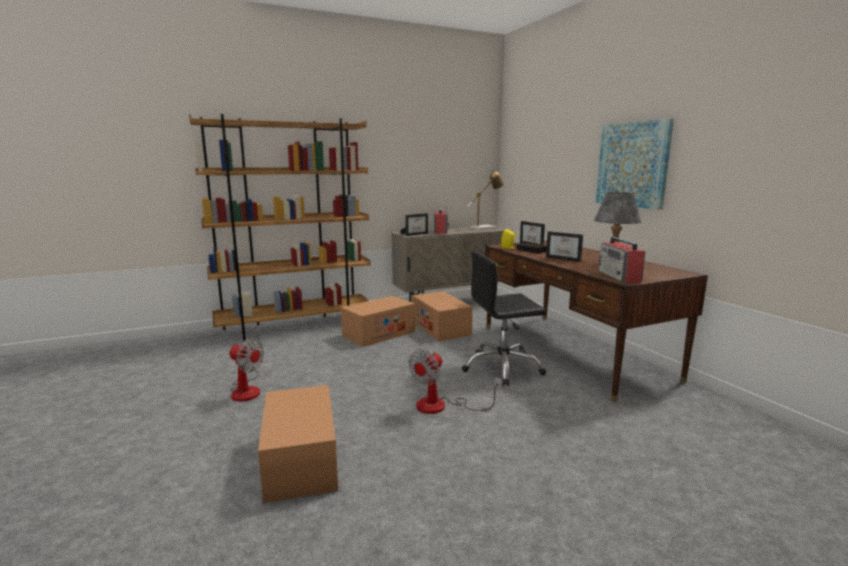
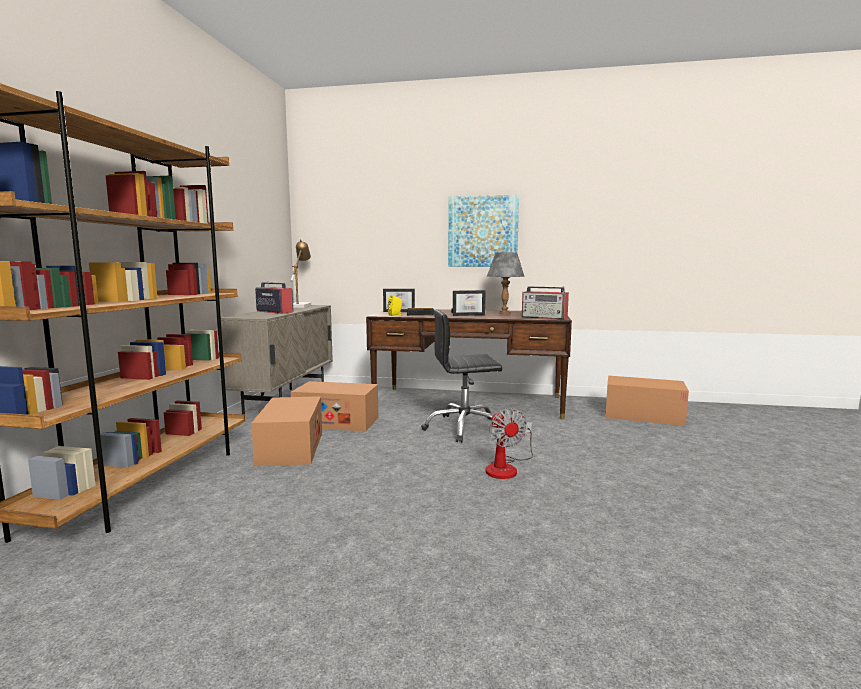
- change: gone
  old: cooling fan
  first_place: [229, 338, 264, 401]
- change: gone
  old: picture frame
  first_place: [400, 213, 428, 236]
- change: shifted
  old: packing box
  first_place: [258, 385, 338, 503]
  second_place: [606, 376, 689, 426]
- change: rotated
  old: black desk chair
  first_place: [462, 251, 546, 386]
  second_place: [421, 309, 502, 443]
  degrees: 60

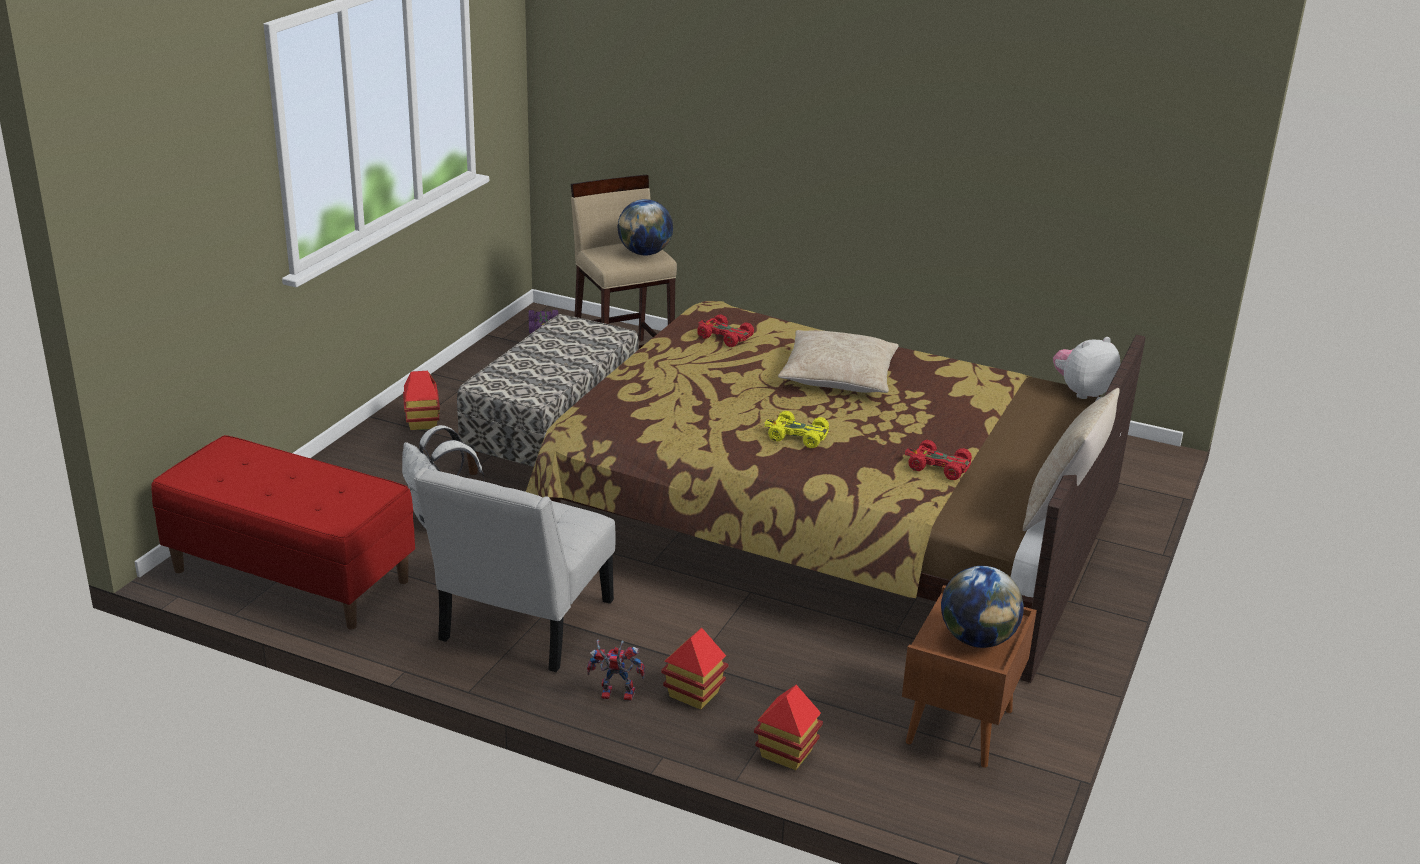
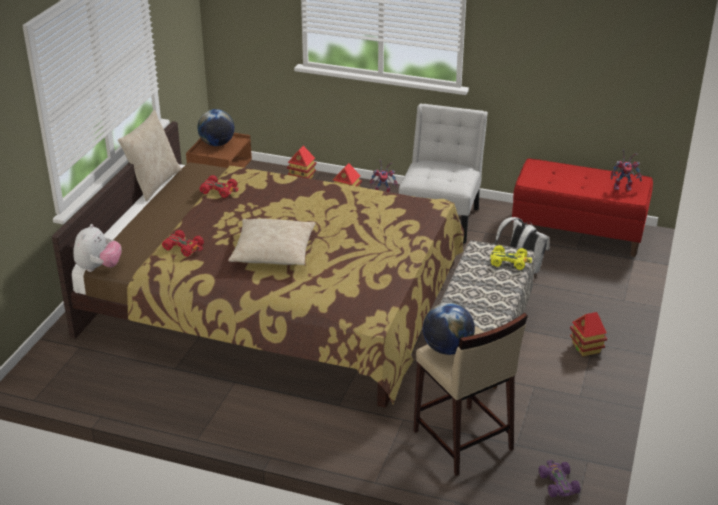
- change: new
  new: model robot
  second_place: [611, 150, 642, 191]
- change: shifted
  old: red model car
  first_place: [697, 314, 754, 347]
  second_place: [162, 230, 204, 257]
- change: shifted
  old: yellow-coloured model car
  first_place: [764, 411, 829, 448]
  second_place: [490, 245, 532, 270]
- change: rotated
  old: soft toy
  first_place: [1053, 337, 1120, 399]
  second_place: [73, 224, 122, 272]
  degrees: -45

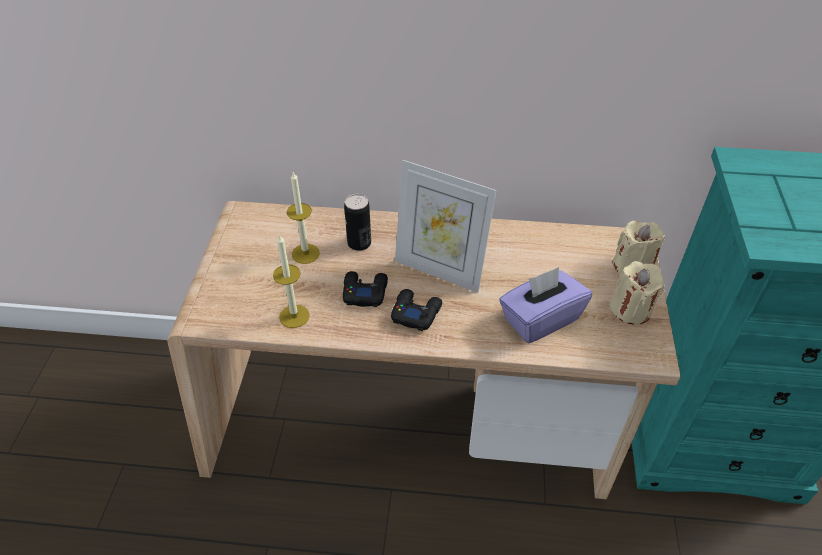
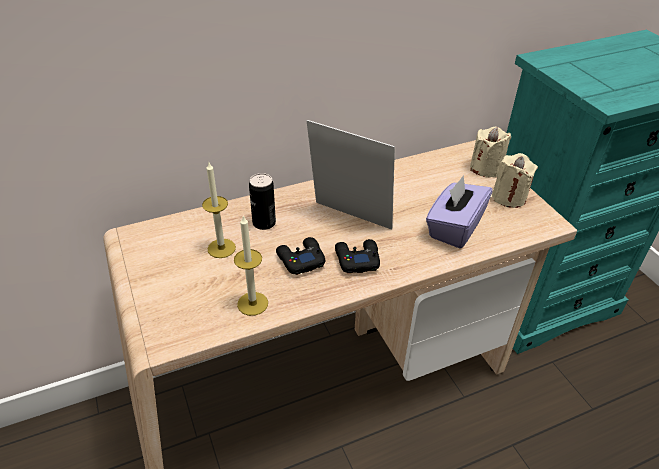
- change: rotated
  old: picture frame
  first_place: [395, 160, 496, 293]
  second_place: [306, 120, 395, 230]
  degrees: -150

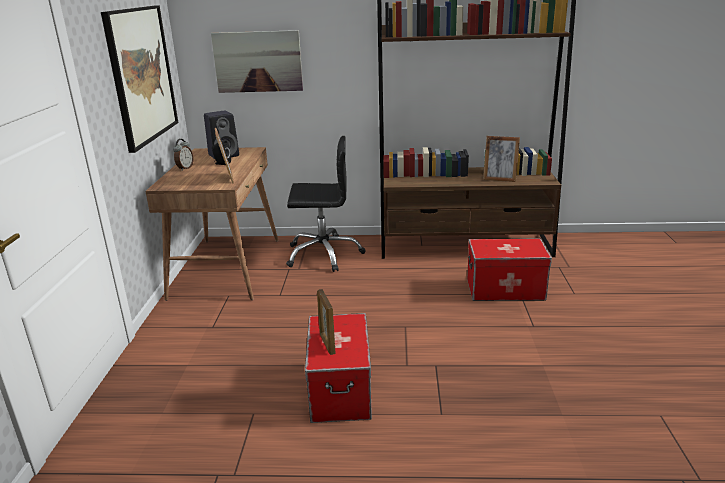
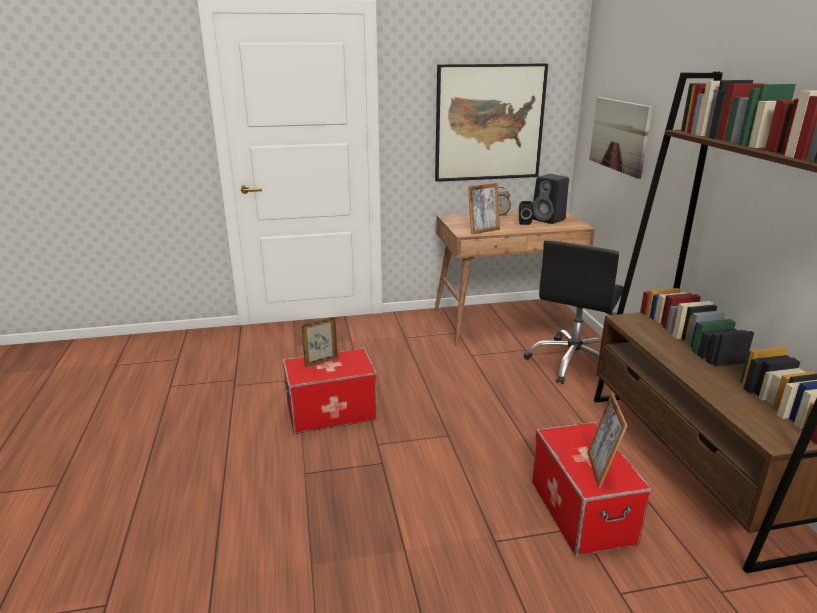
- change: shifted
  old: picture frame
  first_place: [483, 136, 520, 182]
  second_place: [587, 393, 627, 488]
- change: rotated
  old: black desk chair
  first_place: [286, 136, 365, 272]
  second_place: [524, 240, 624, 384]
  degrees: 45

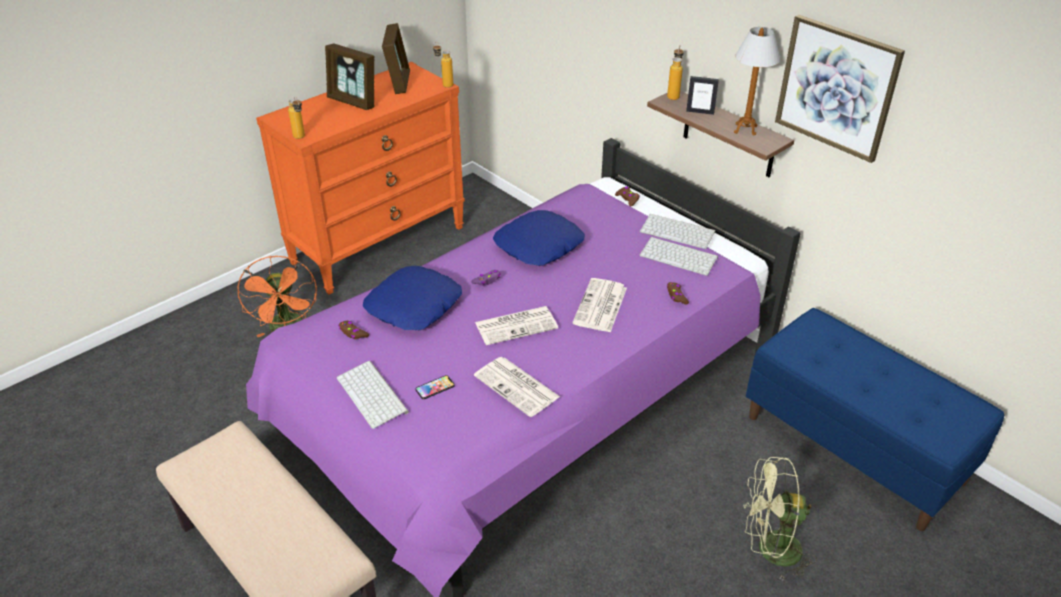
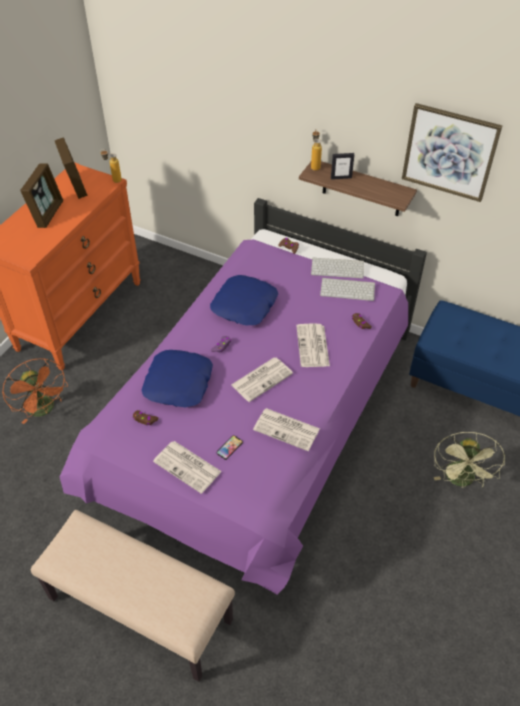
- change: gone
  old: drink bottle
  first_place: [288, 97, 305, 139]
- change: gone
  old: tabletop lamp
  first_place: [734, 27, 780, 135]
- change: swapped
  old: PC keyboard
  new: printed paper
  first_place: [337, 361, 409, 429]
  second_place: [153, 441, 222, 494]
- change: rotated
  old: picture frame
  first_place: [325, 43, 374, 110]
  second_place: [20, 163, 63, 228]
  degrees: -90
- change: rotated
  old: greenish cooling fan
  first_place: [744, 457, 817, 581]
  second_place: [434, 432, 505, 488]
  degrees: -60

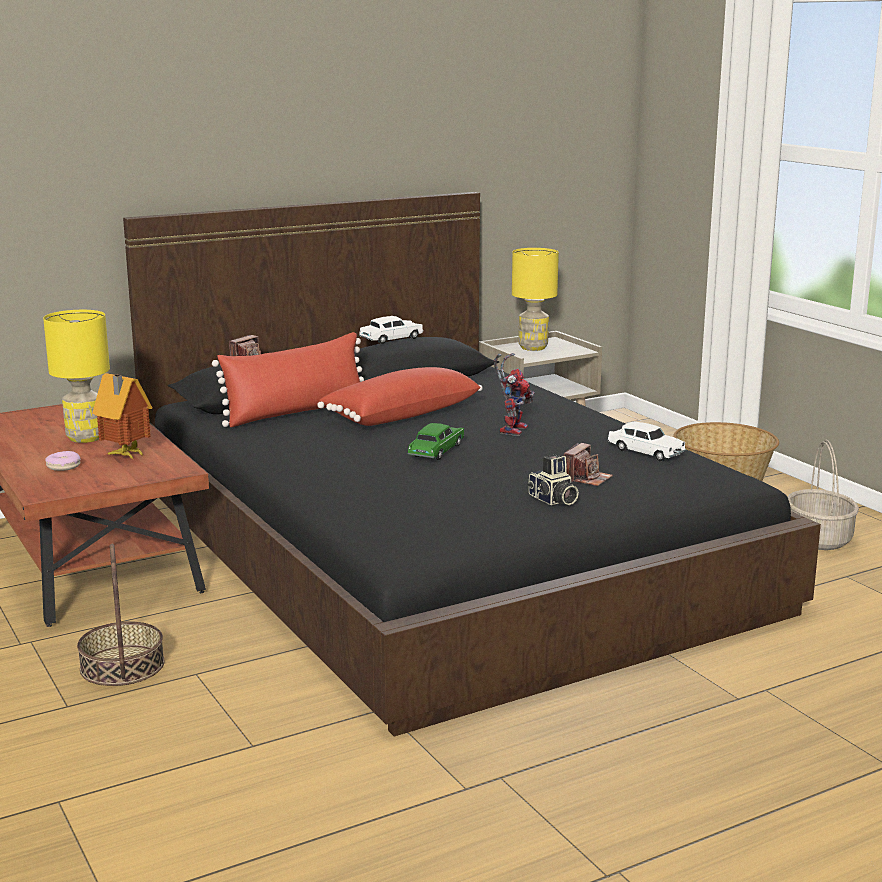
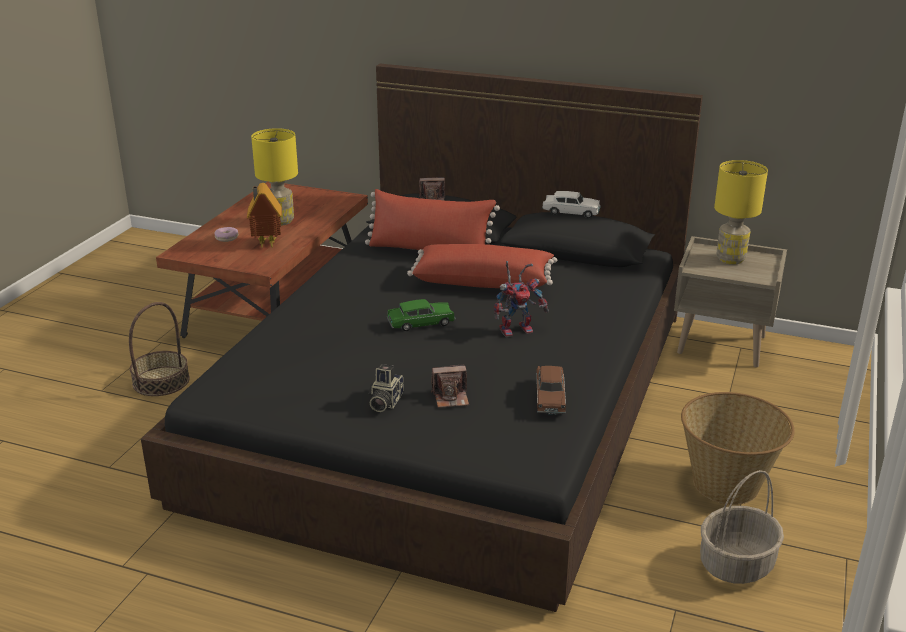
- change: repainted
  old: white model car
  new: brown-coloured model car
  first_place: [607, 422, 686, 461]
  second_place: [536, 366, 566, 415]

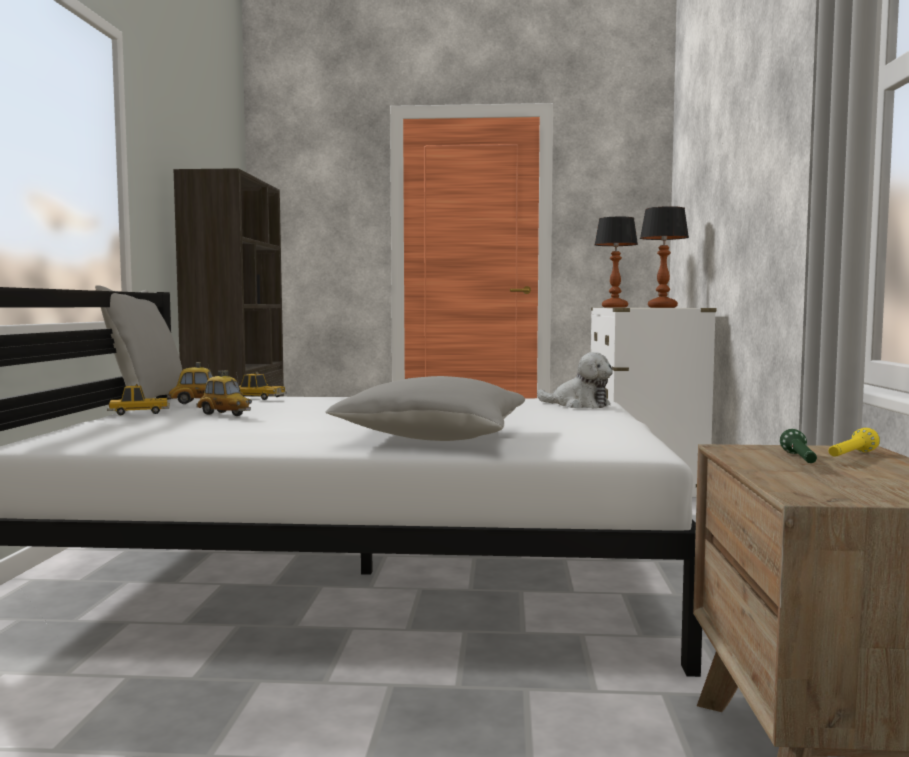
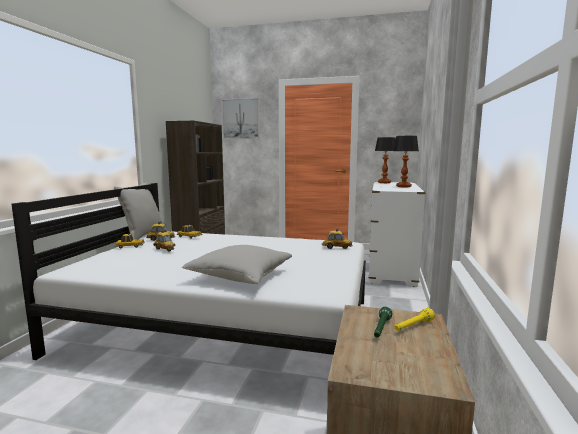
- change: new
  new: picture
  second_place: [221, 98, 260, 139]
- change: swapped
  old: soft toy
  new: model car
  first_place: [537, 352, 612, 408]
  second_place: [322, 228, 353, 249]

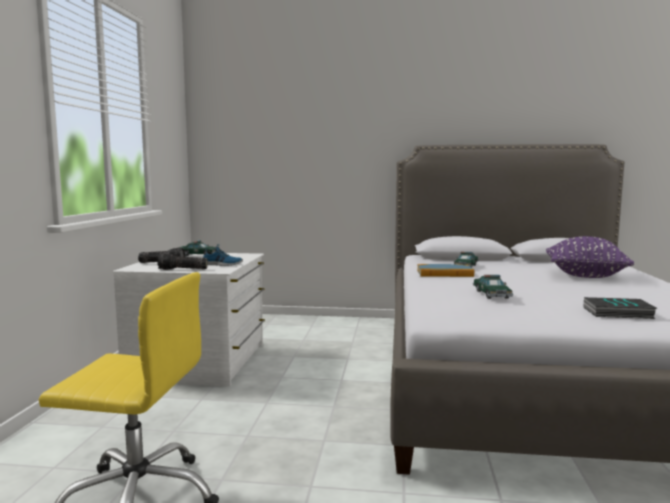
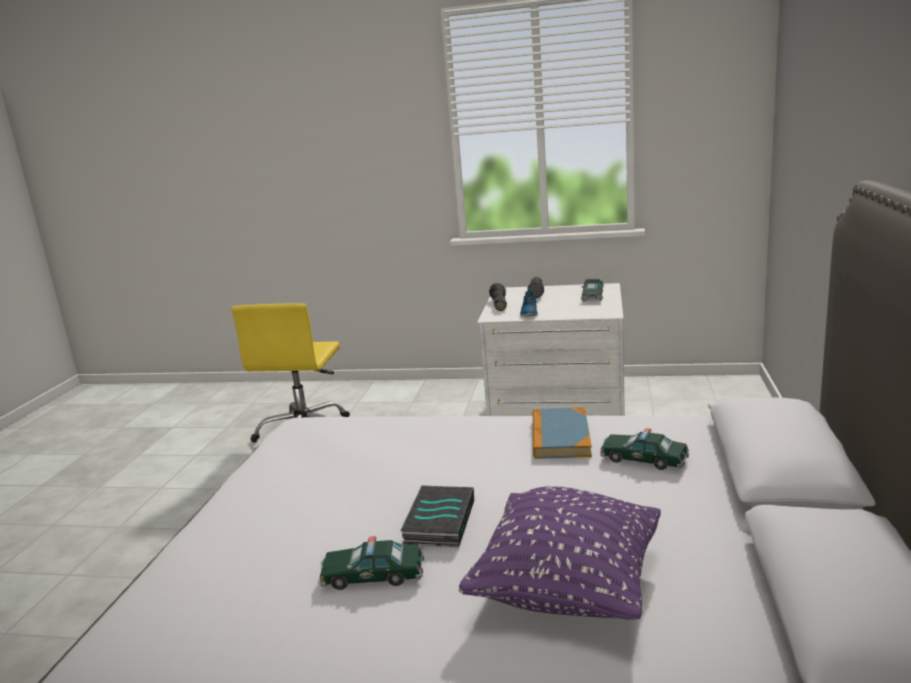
- change: shifted
  old: model car
  first_place: [473, 275, 513, 299]
  second_place: [319, 536, 424, 590]
- change: shifted
  old: bound book
  first_place: [584, 297, 657, 319]
  second_place: [400, 485, 474, 547]

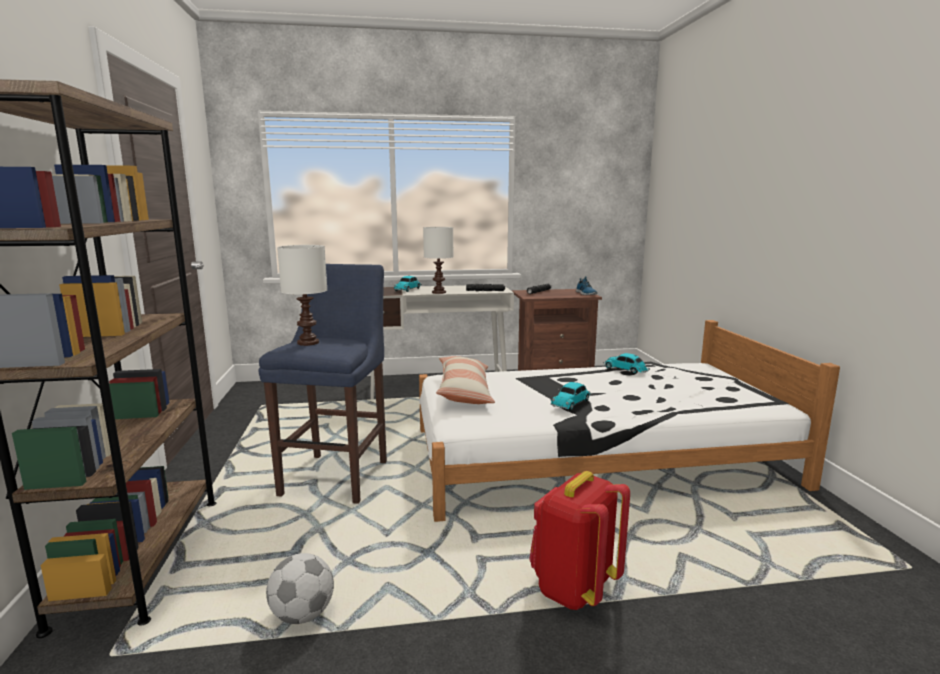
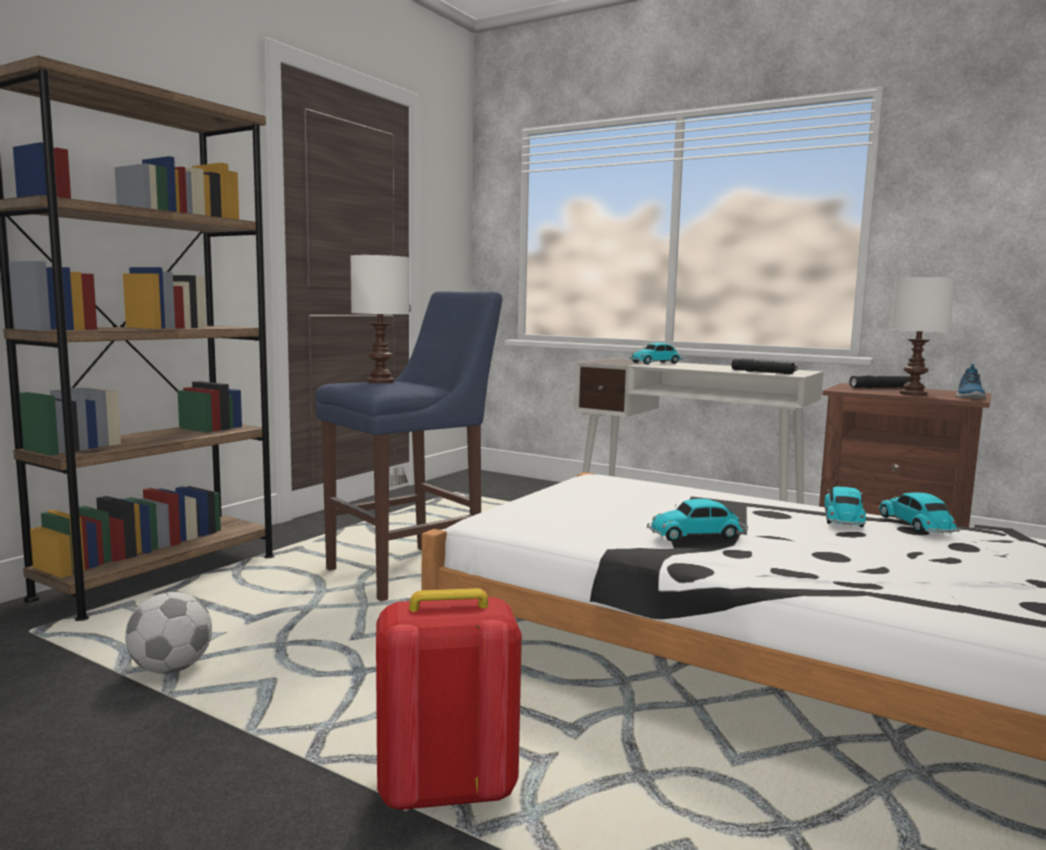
- change: gone
  old: cushion
  first_place: [436, 356, 495, 404]
- change: new
  new: model car
  second_place: [824, 487, 866, 527]
- change: shifted
  old: white tabletop lamp
  first_place: [423, 227, 453, 294]
  second_place: [891, 277, 956, 396]

